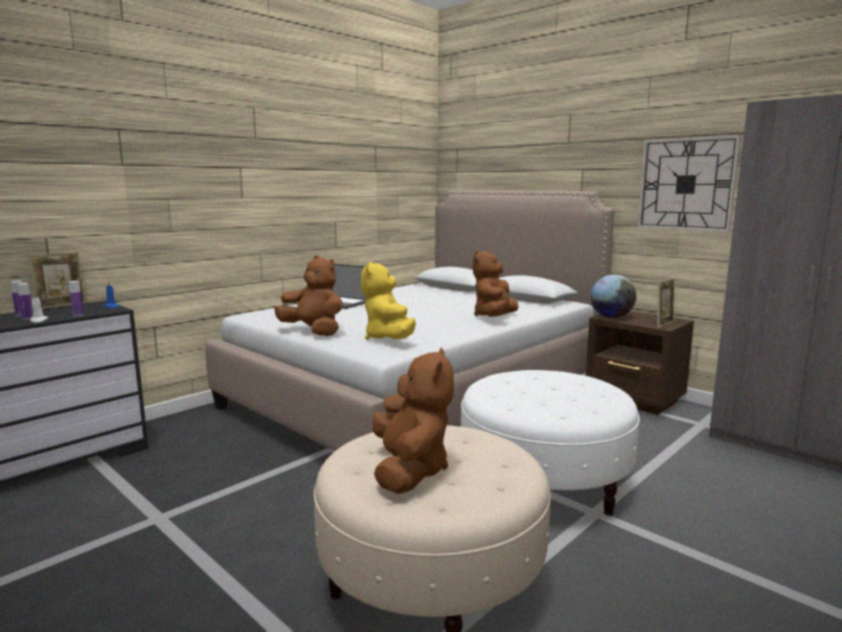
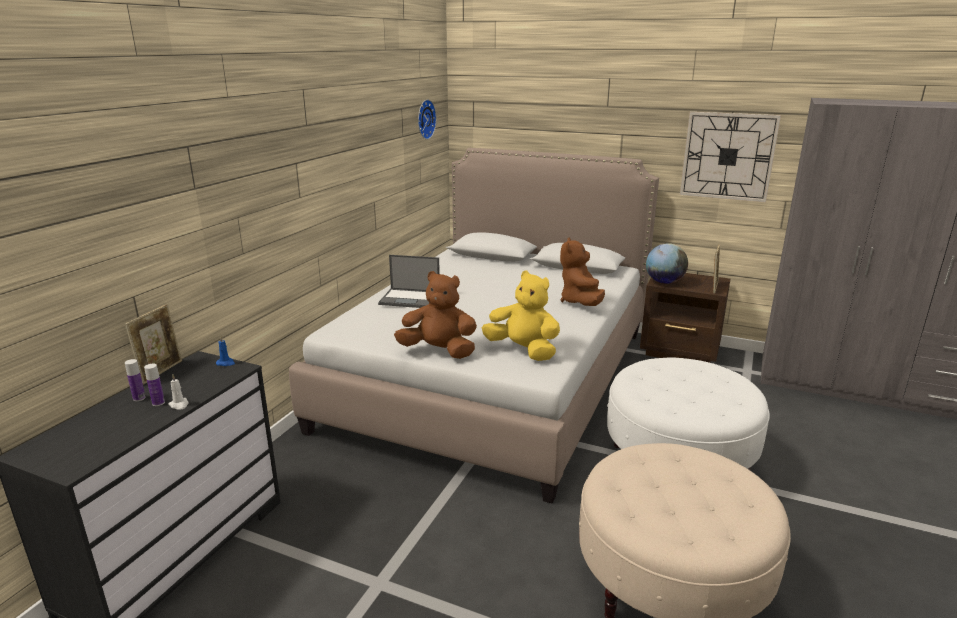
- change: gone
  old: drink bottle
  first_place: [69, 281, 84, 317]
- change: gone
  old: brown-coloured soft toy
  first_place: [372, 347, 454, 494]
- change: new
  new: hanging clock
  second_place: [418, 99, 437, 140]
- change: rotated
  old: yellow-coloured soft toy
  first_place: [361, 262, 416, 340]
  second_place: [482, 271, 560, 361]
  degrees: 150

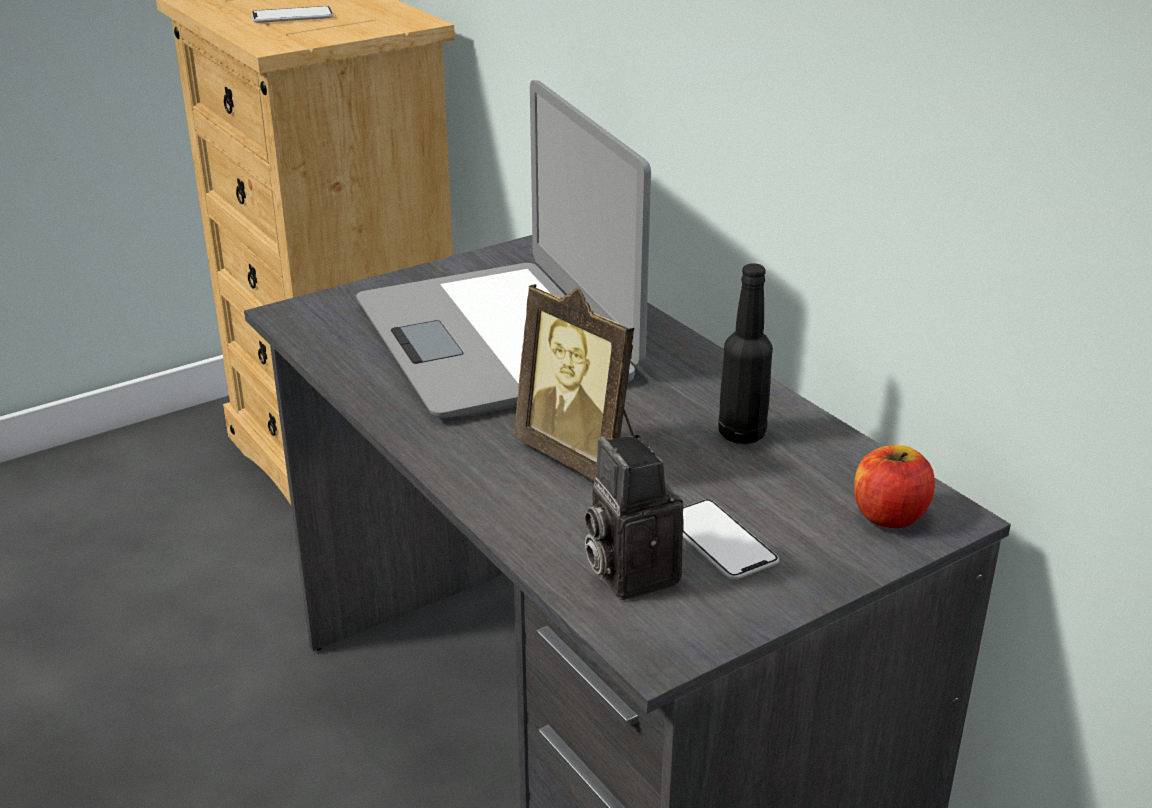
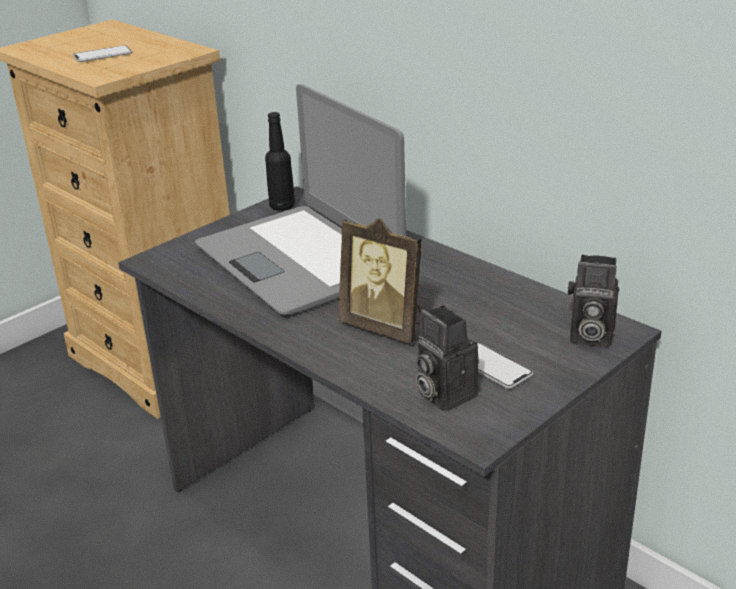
- change: shifted
  old: black drink bottle
  first_place: [718, 263, 773, 444]
  second_place: [265, 112, 295, 211]
- change: swapped
  old: whole apple
  new: still camera
  first_place: [854, 445, 935, 528]
  second_place: [568, 255, 619, 347]

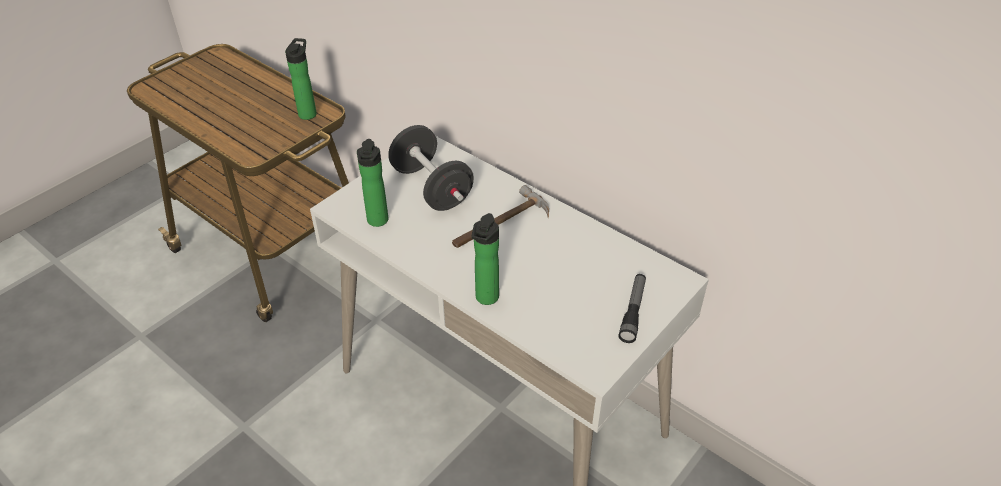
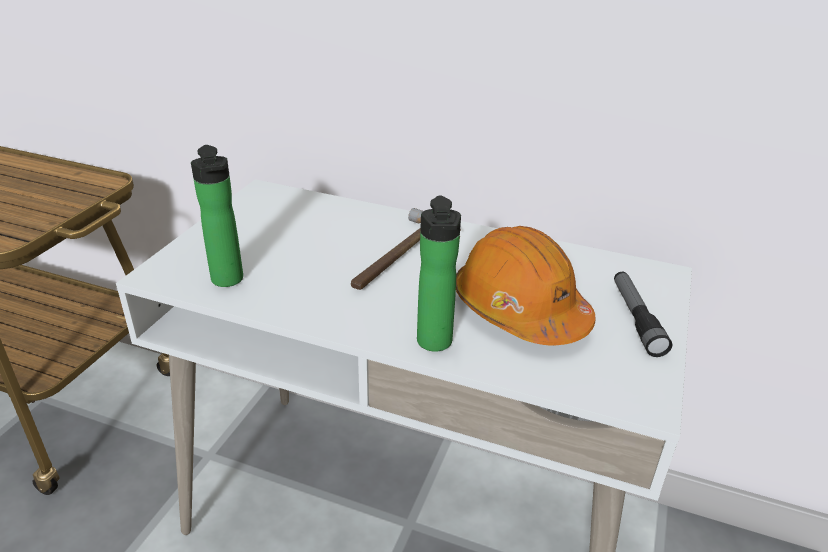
- change: gone
  old: drink bottle
  first_place: [285, 38, 317, 120]
- change: gone
  old: black free weight
  first_place: [388, 125, 474, 211]
- change: new
  new: orange-coloured safety helmet
  second_place: [456, 226, 596, 346]

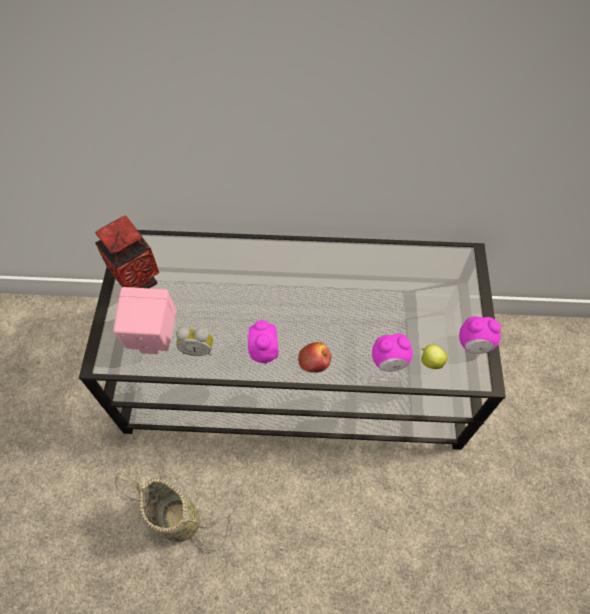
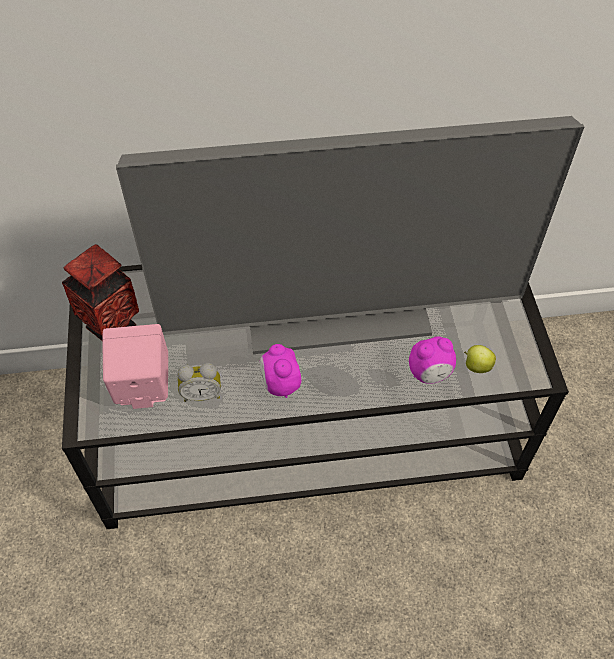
- change: gone
  old: basket
  first_place: [115, 474, 231, 552]
- change: gone
  old: whole apple
  first_place: [298, 342, 331, 373]
- change: gone
  old: table clock
  first_place: [459, 316, 501, 354]
- change: new
  new: TV
  second_place: [116, 116, 584, 354]

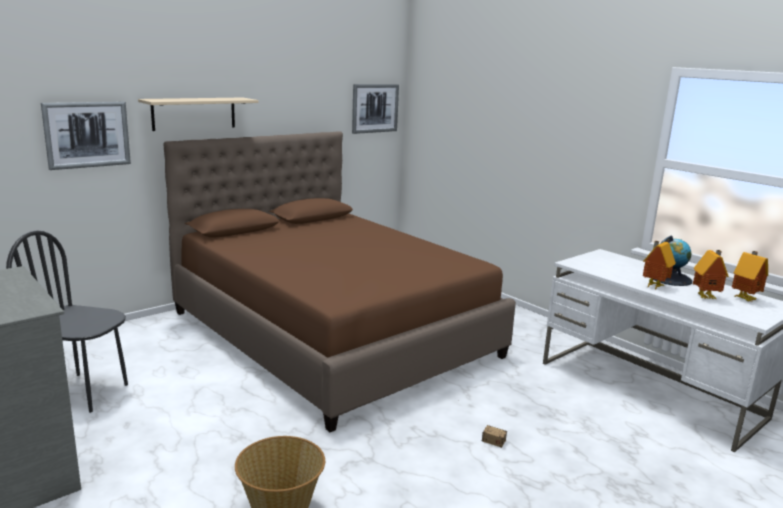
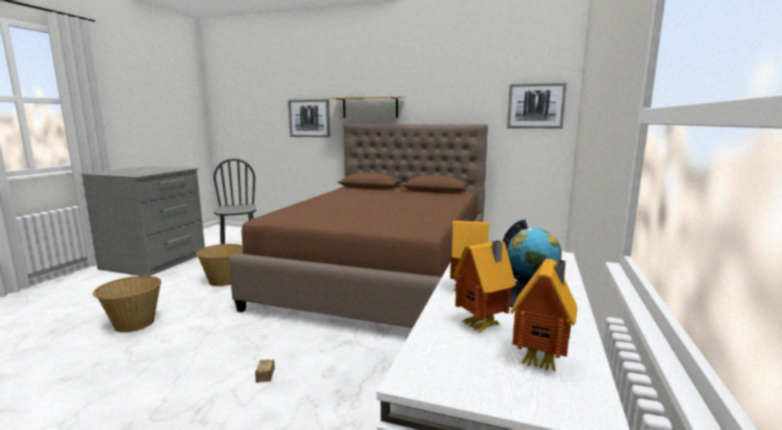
- change: new
  new: basket
  second_place: [196, 244, 243, 286]

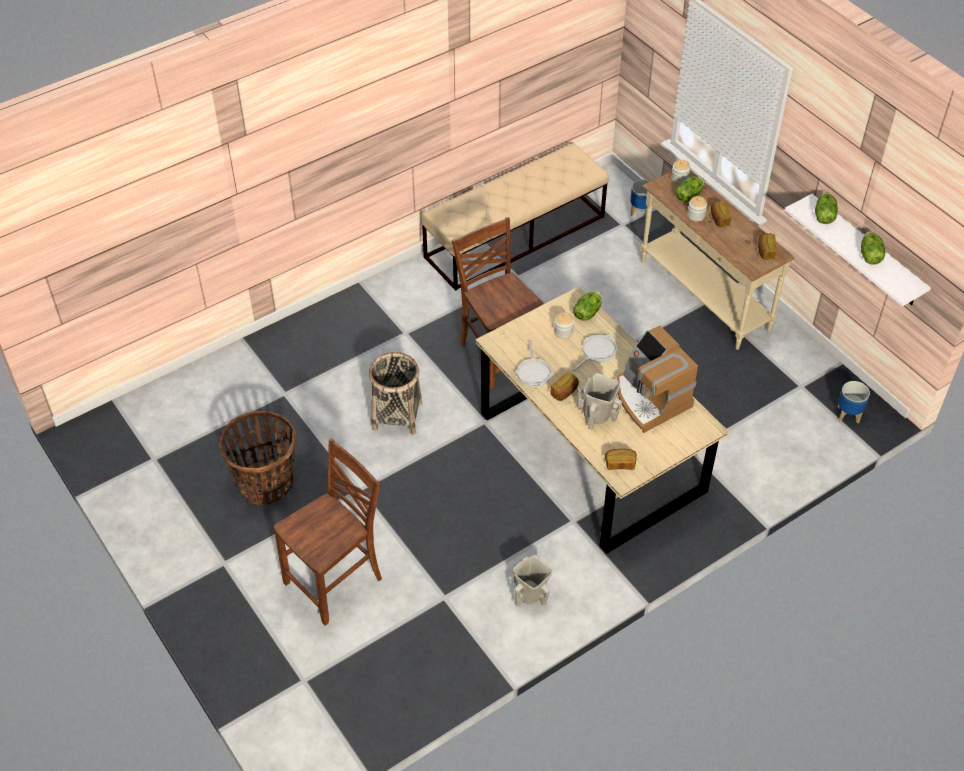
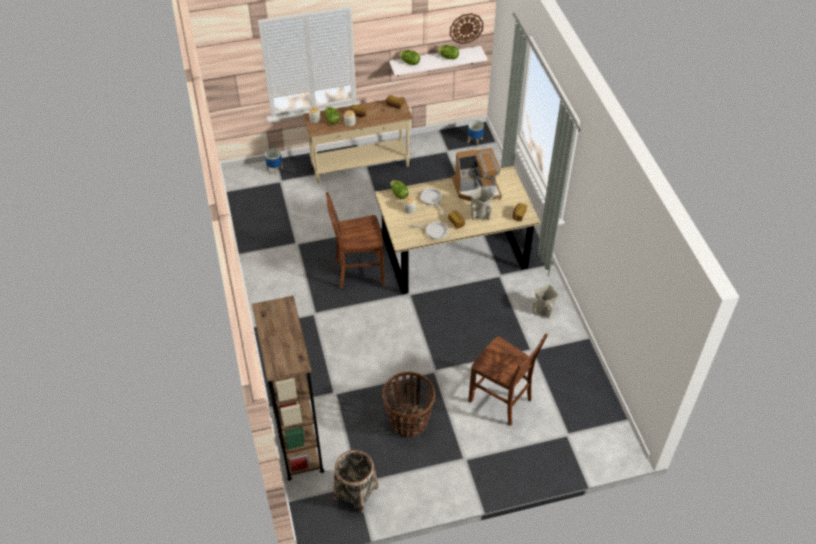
- change: gone
  old: sand-coloured bench
  first_place: [421, 143, 609, 291]
- change: new
  new: brown-coloured bookshelf
  second_place: [252, 296, 324, 481]
- change: new
  new: hanging clock
  second_place: [450, 13, 484, 44]
- change: shifted
  old: basket
  first_place: [369, 352, 422, 435]
  second_place: [333, 450, 379, 513]
- change: rotated
  old: brown-coloured upright chair
  first_place: [273, 438, 382, 626]
  second_place: [468, 333, 548, 426]
  degrees: 150

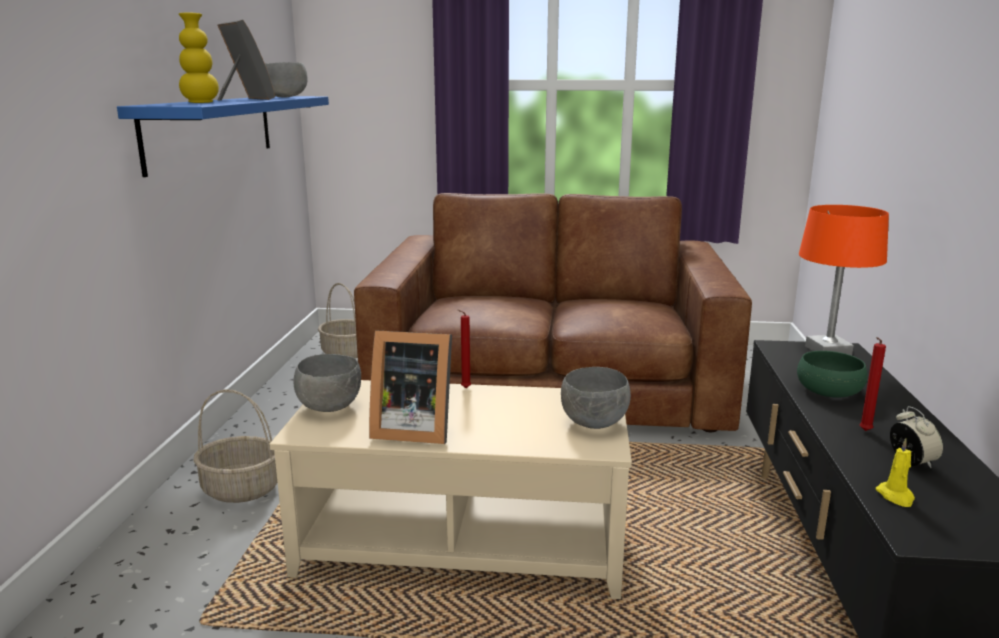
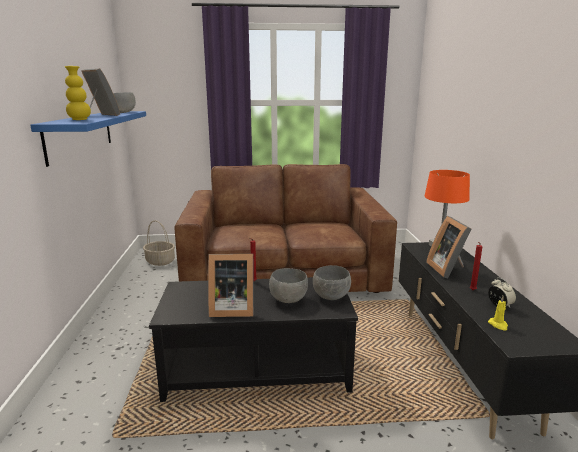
- change: gone
  old: basket
  first_place: [193, 389, 277, 503]
- change: shifted
  old: grey serving bowl
  first_place: [294, 354, 361, 412]
  second_place: [269, 268, 308, 303]
- change: swapped
  old: greenish serving bowl
  new: picture frame
  first_place: [797, 351, 868, 398]
  second_place: [426, 216, 471, 278]
- change: repainted
  old: sand-coloured coffee table
  new: black coffee table
  first_place: [269, 380, 632, 599]
  second_place: [149, 277, 358, 402]

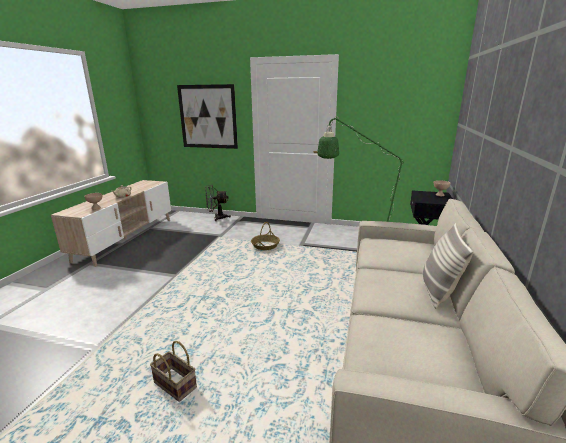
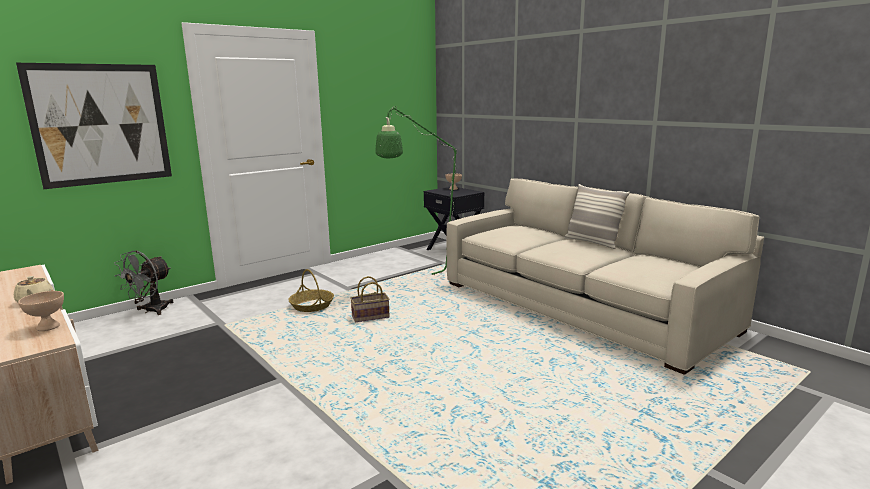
- change: shifted
  old: basket
  first_place: [150, 341, 197, 402]
  second_place: [350, 276, 390, 322]

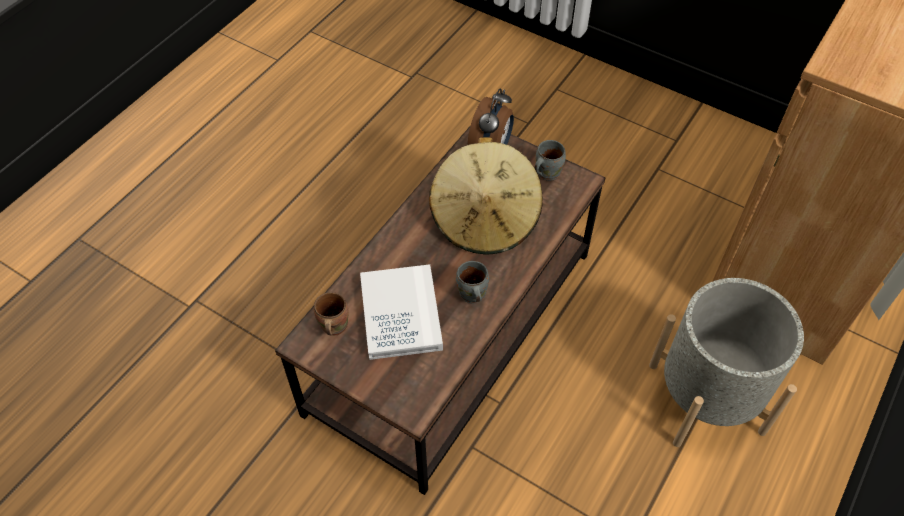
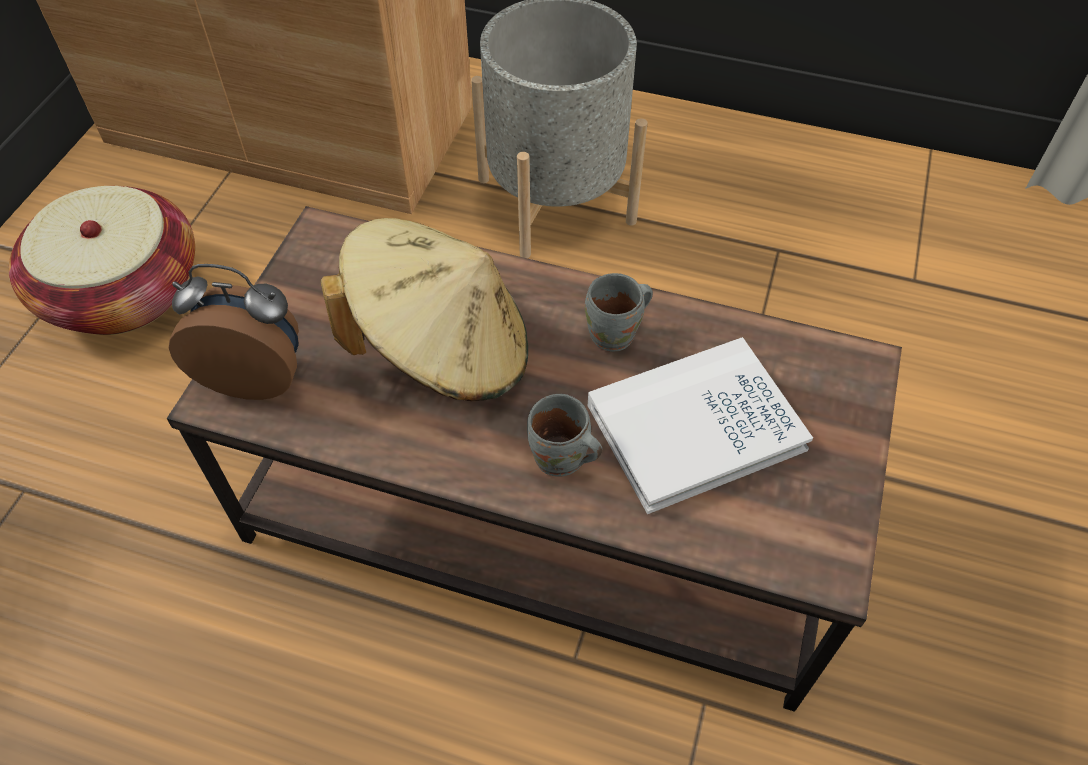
- change: gone
  old: brown-coloured mug
  first_place: [314, 292, 349, 336]
- change: new
  new: basket
  second_place: [9, 186, 195, 335]
- change: shifted
  old: grey mug
  first_place: [534, 140, 566, 181]
  second_place: [527, 394, 602, 477]

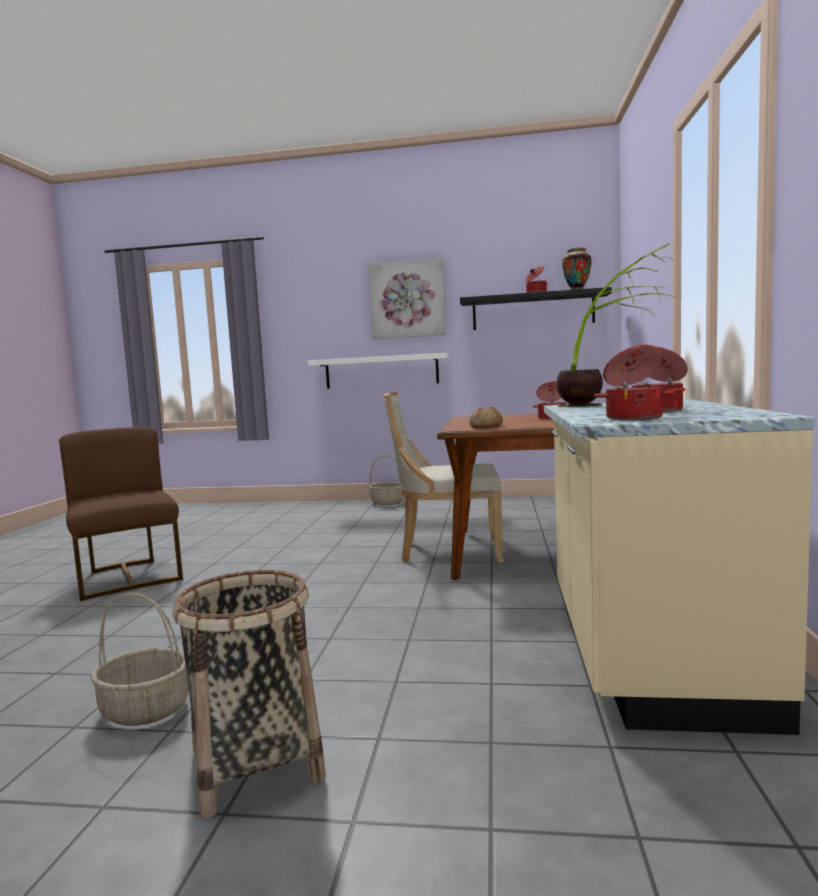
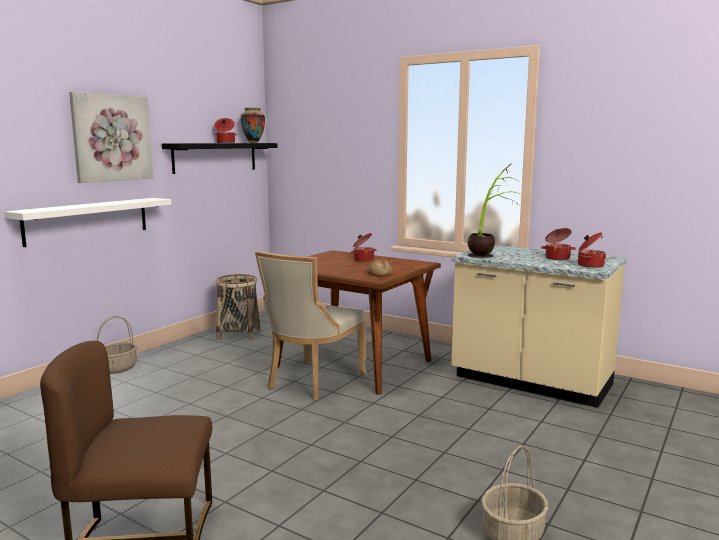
- change: shifted
  old: basket
  first_place: [173, 570, 326, 818]
  second_place: [215, 274, 260, 340]

